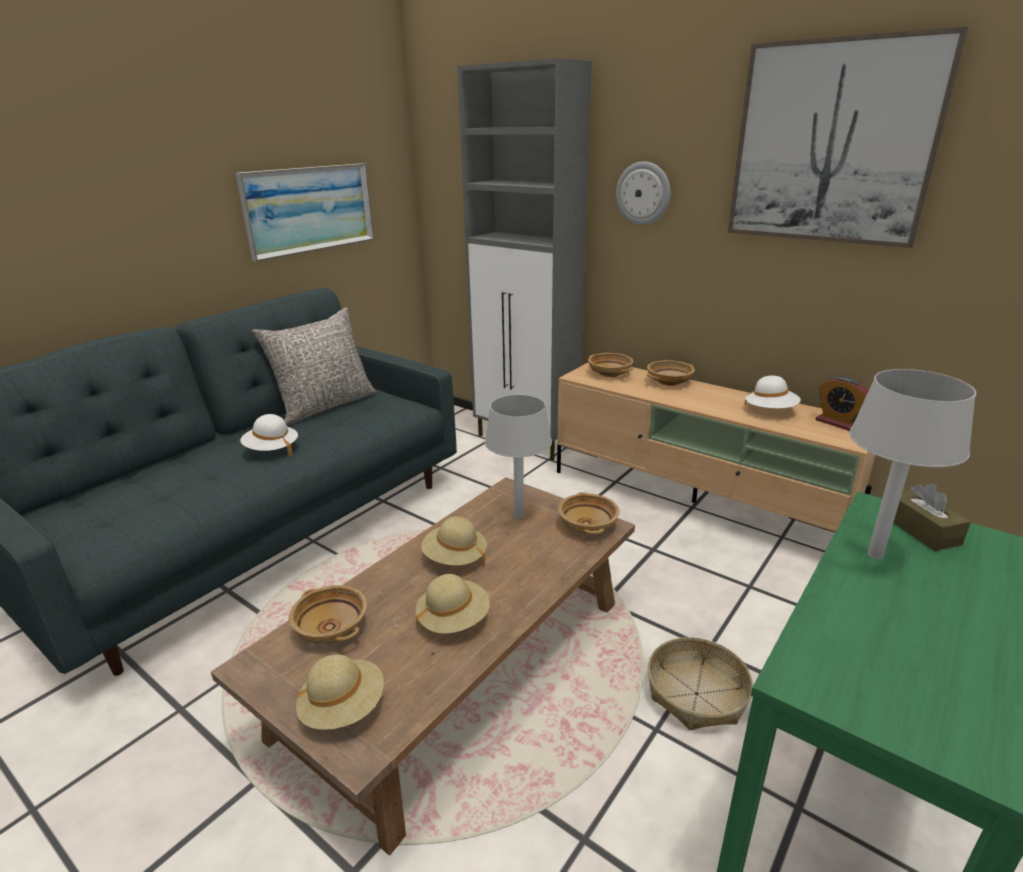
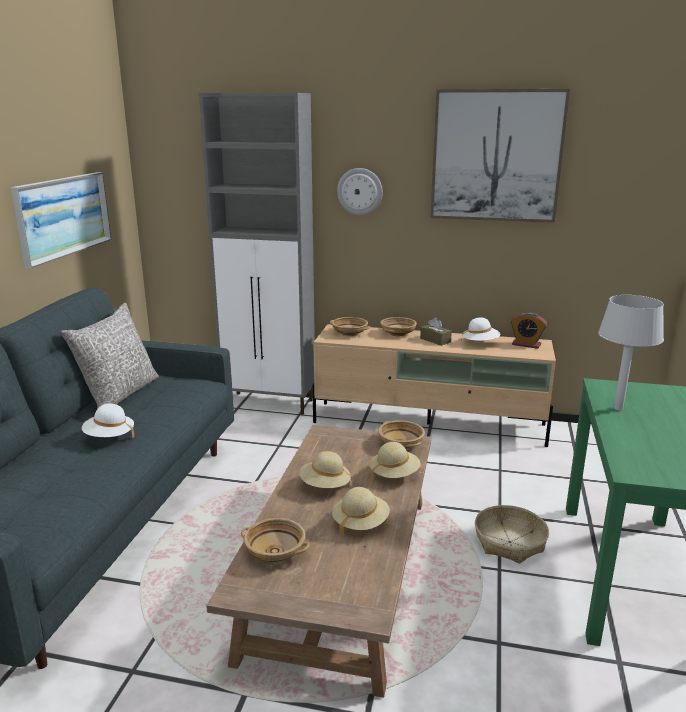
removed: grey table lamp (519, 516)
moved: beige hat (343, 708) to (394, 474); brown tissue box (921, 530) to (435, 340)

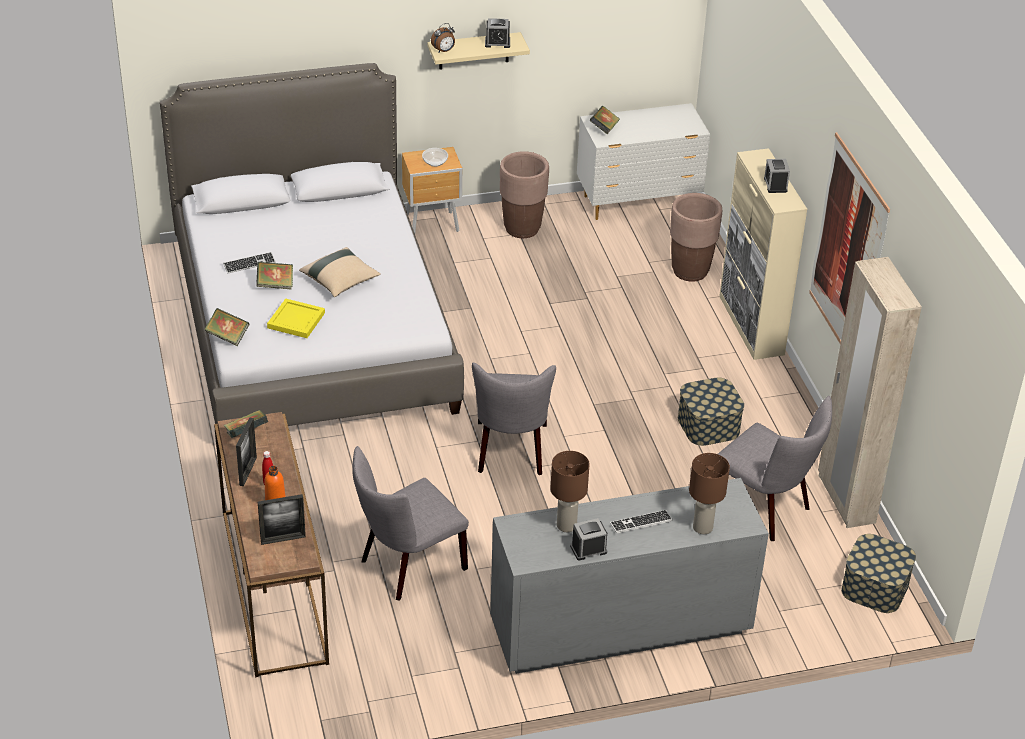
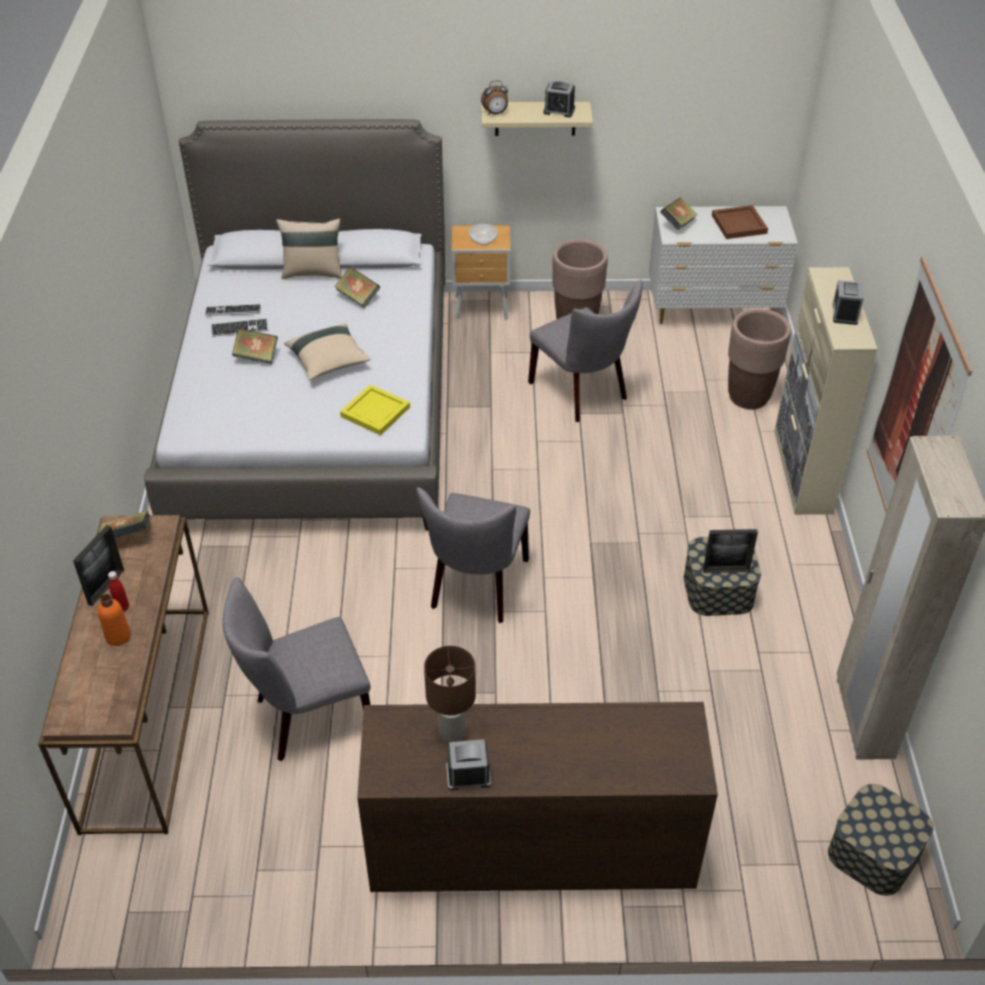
removed: brown table lamp (702, 527)
added: beige pillow (313, 272); brown tray (740, 224)
moved: keyboard (641, 522) to (233, 311); book (227, 336) to (358, 297); yellow tray (296, 321) to (375, 413); grey chair (765, 509) to (583, 393); picture frame (283, 539) to (726, 570)
recoloured: grey dresser (619, 628) to brown dresser (529, 851)

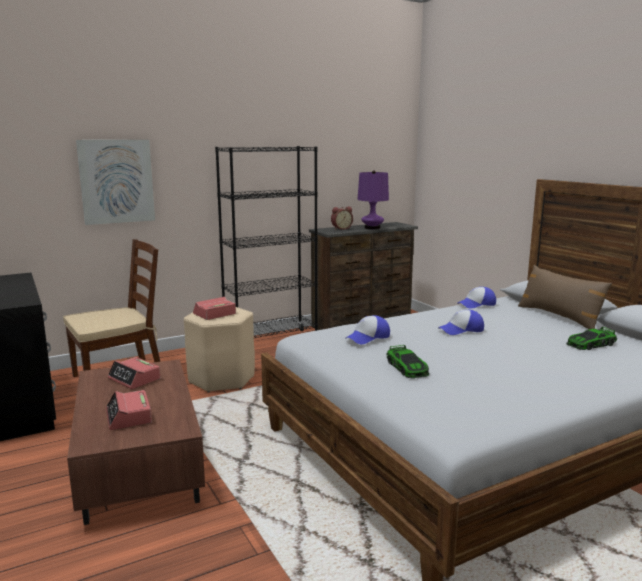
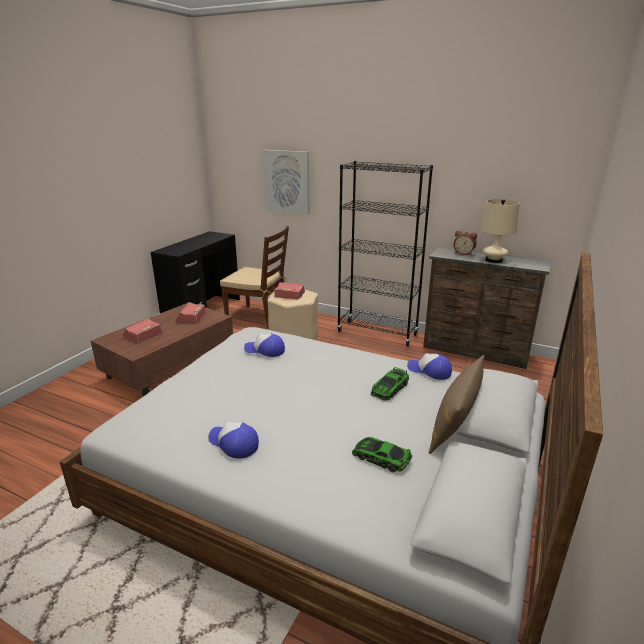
moved: cap (461, 330) to (233, 443); toy car (407, 368) to (389, 388)
recoloured: purple table lamp (372, 228) to beige table lamp (493, 260)

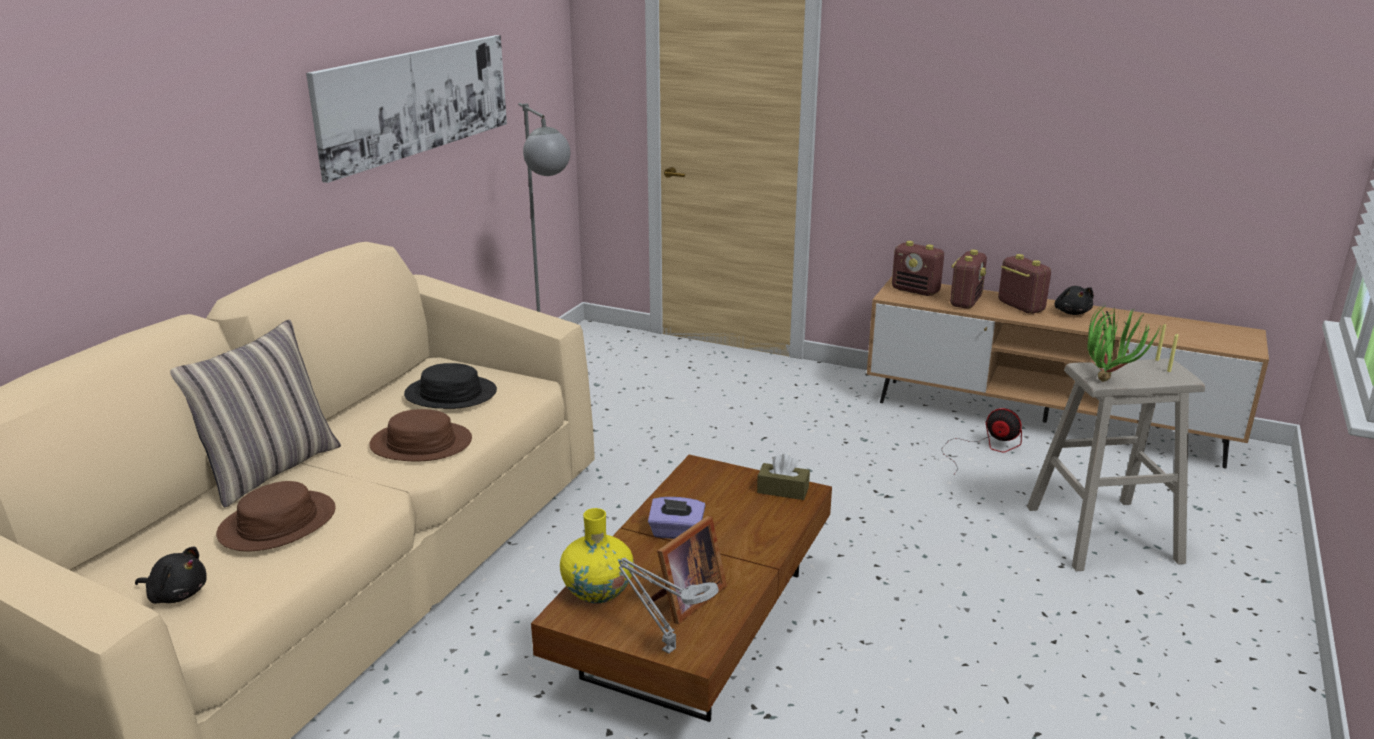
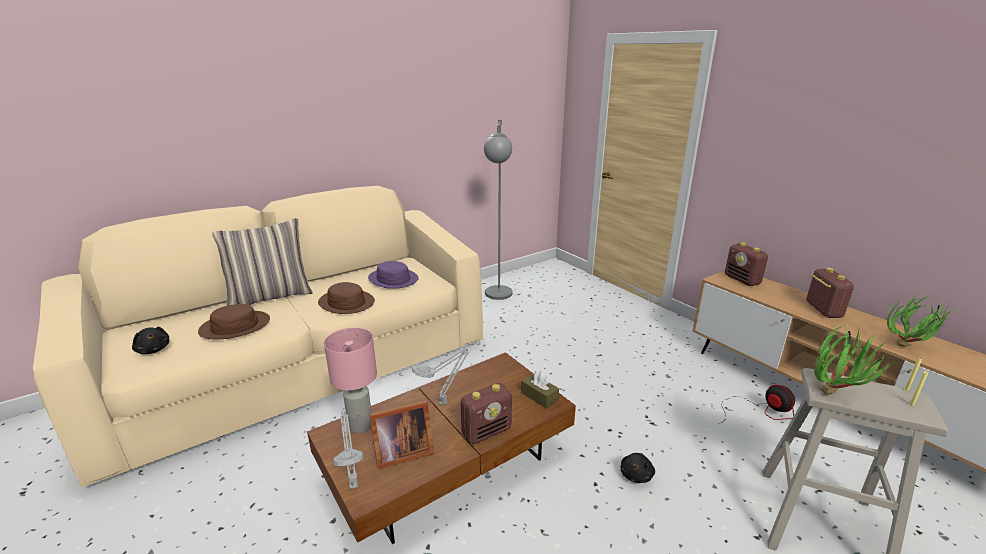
removed: picture (416, 101)
added: potted plant (910, 348)
moved: radio (965, 301) to (487, 431); black plush toy (1071, 312) to (636, 475)
replaced: yellow vase (598, 591) to pink table lamp (361, 425); purple tissue box (676, 533) to grey table lamp (444, 402)
recoloured: black hat (450, 394) to purple hat (393, 279)

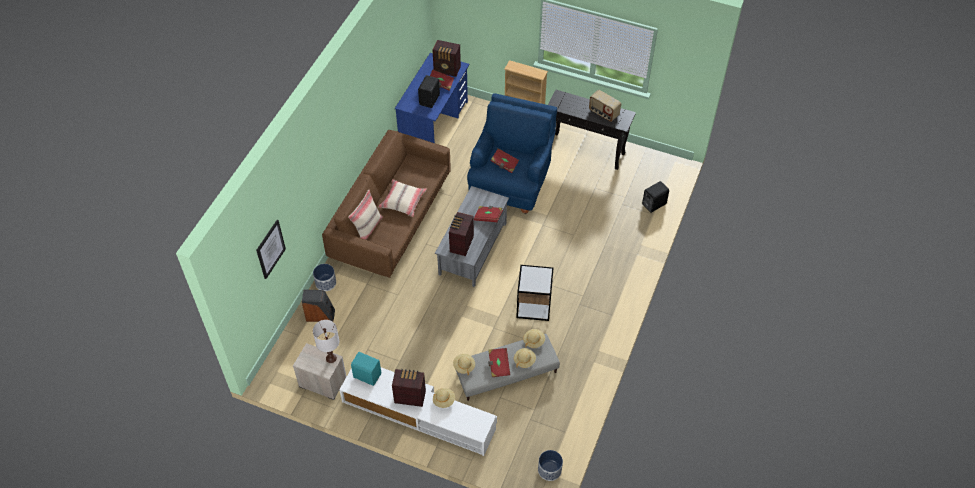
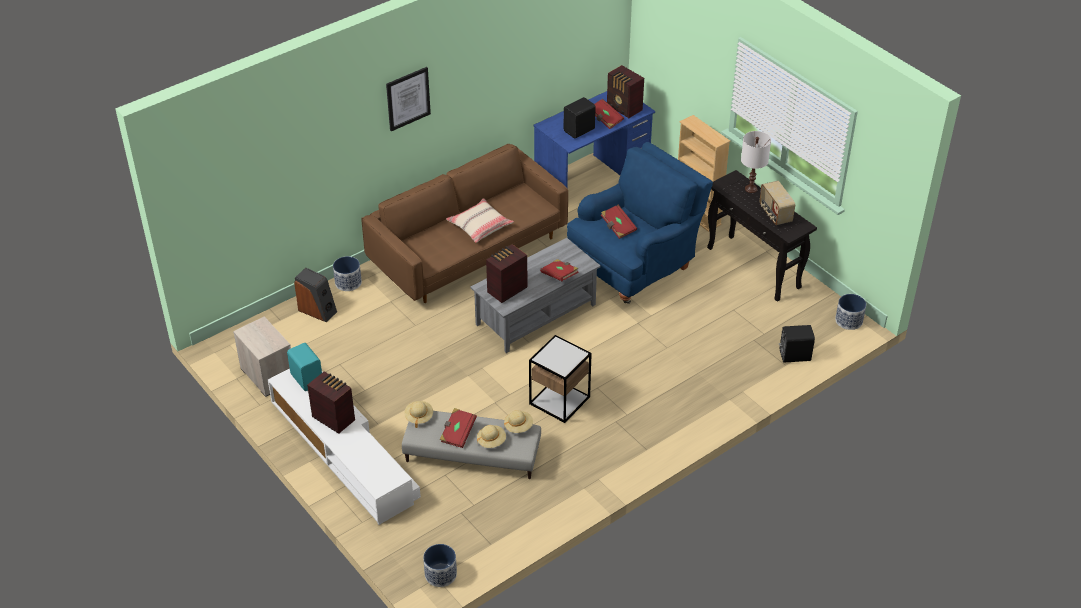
removed: beige pillow (367, 228); beige hat (444, 400)
added: planter (849, 321)
moved: picture (270, 249) to (408, 98); white table lamp (331, 358) to (750, 189)

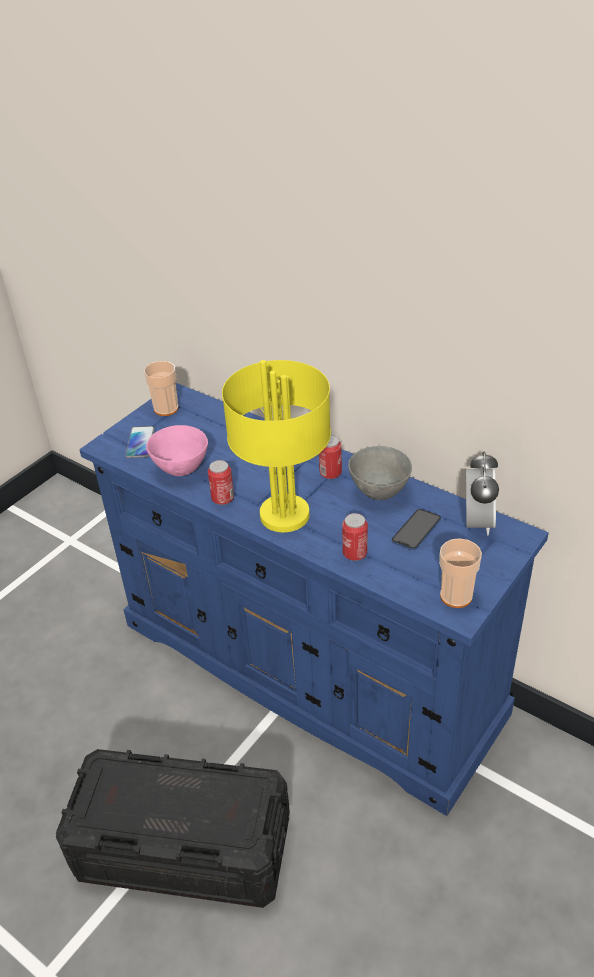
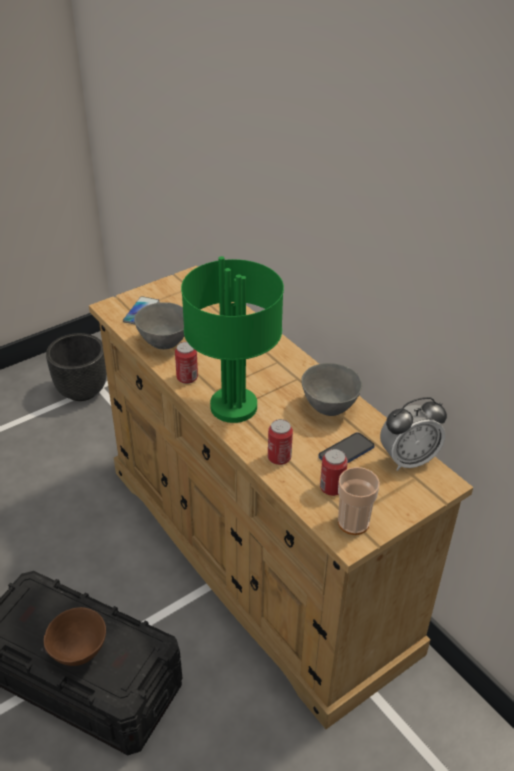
removed: cup (166, 409)
added: brown bowl (79, 653); black planter (82, 390)
moved: can (330, 473) to (332, 488)
recoloured: blue dresser (310, 668) to beige dresser (257, 556); pink bowl (182, 469) to grey bowl (165, 343); yellow table lamp (285, 514) to green table lamp (234, 405)
turned: alarm clock (477, 522) = (408, 459) 45 degrees clockwise

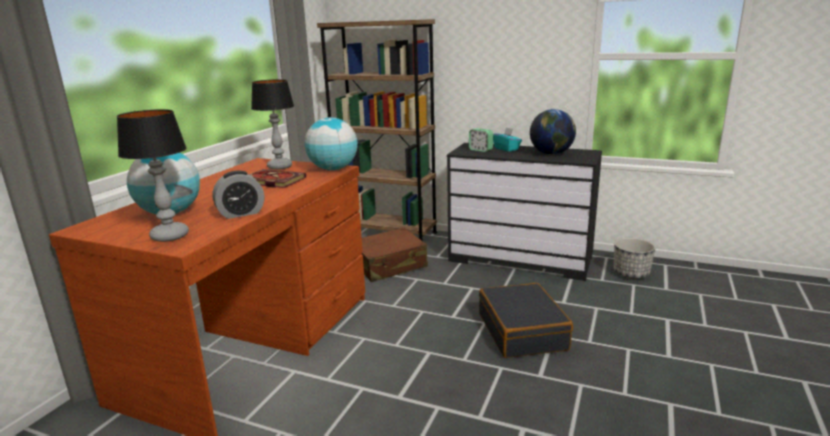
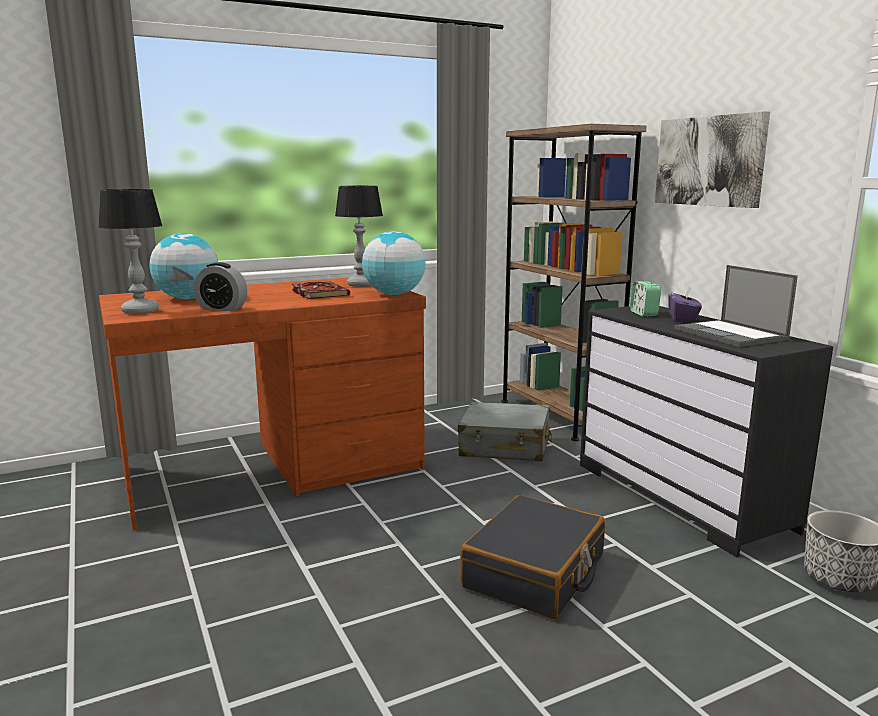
added: picture (709, 161)
replaced: globe (551, 153) to laptop (731, 334)
recoloured: brown suitcase (389, 265) to grey suitcase (505, 447); turquoise tissue box (506, 149) to purple tissue box (683, 318)

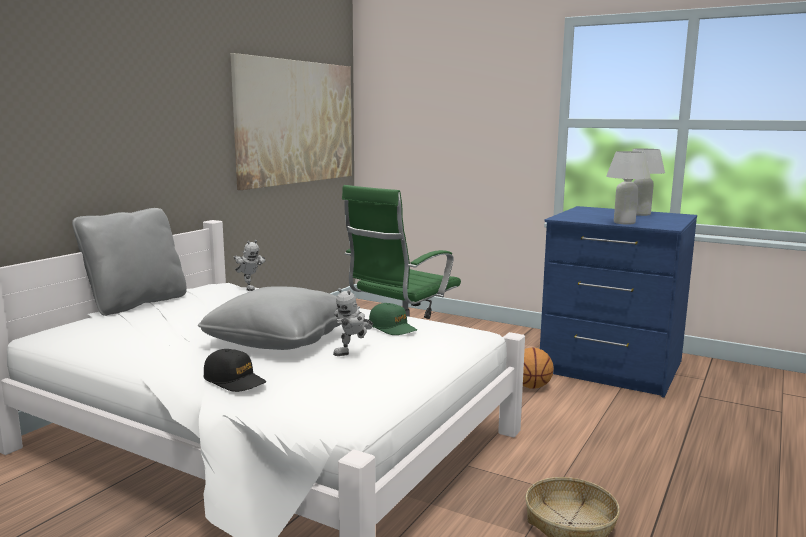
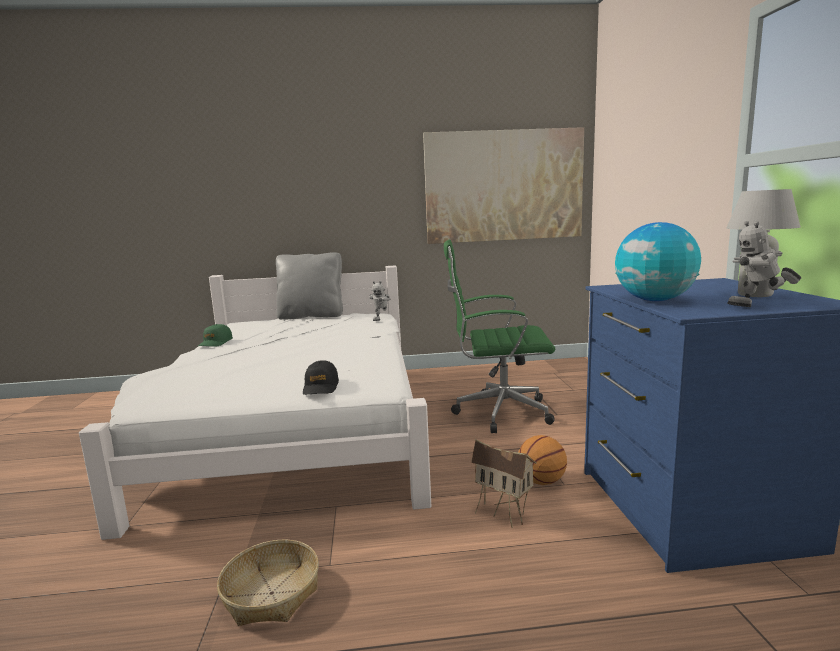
removed: grey pillow (280, 340)
added: toy house (503, 514)
moved: green cap (392, 328) to (215, 343); black cap (234, 380) to (321, 387); toy robot (353, 353) to (759, 307)
replaced: white table lamp (624, 223) to globe (654, 300)

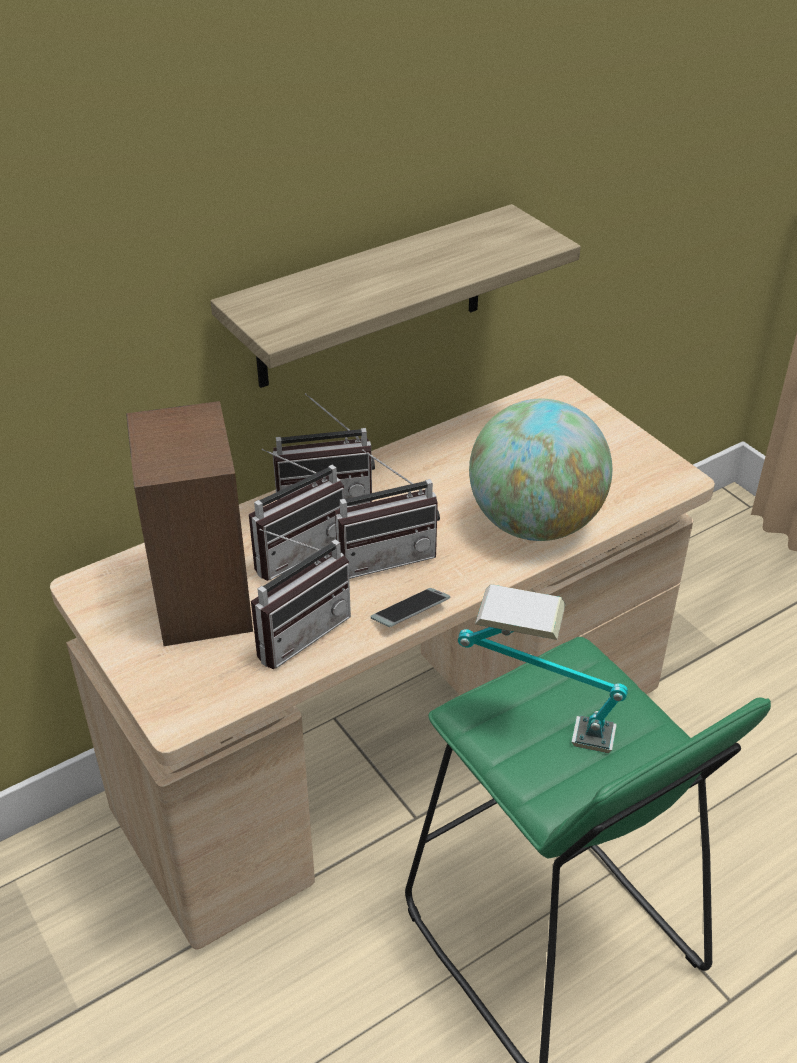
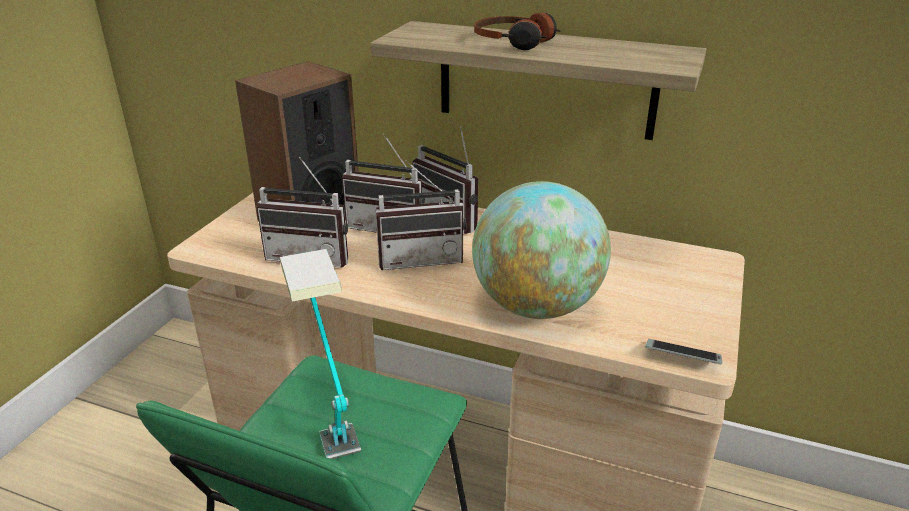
added: headphones (515, 42)
moved: phone (410, 613) to (682, 358)
turned: radio (384, 555) = (421, 258) 45 degrees counterclockwise

